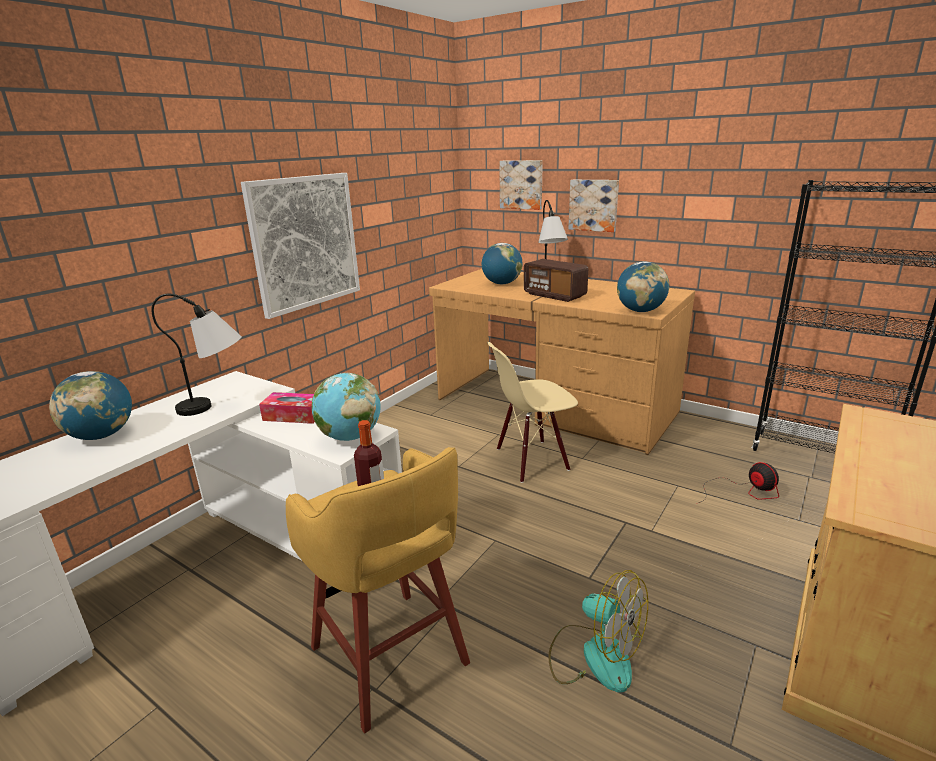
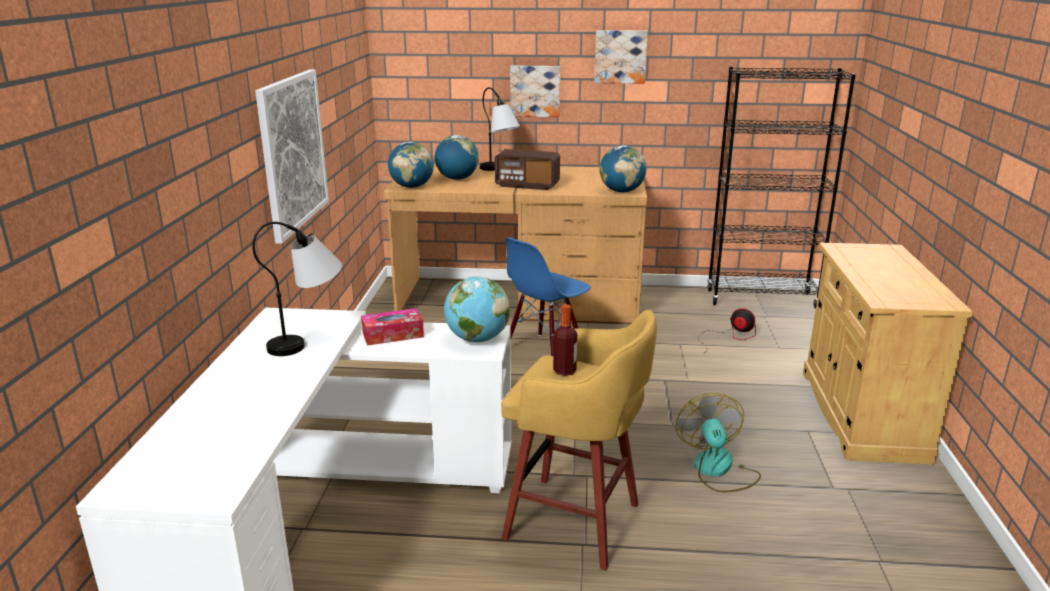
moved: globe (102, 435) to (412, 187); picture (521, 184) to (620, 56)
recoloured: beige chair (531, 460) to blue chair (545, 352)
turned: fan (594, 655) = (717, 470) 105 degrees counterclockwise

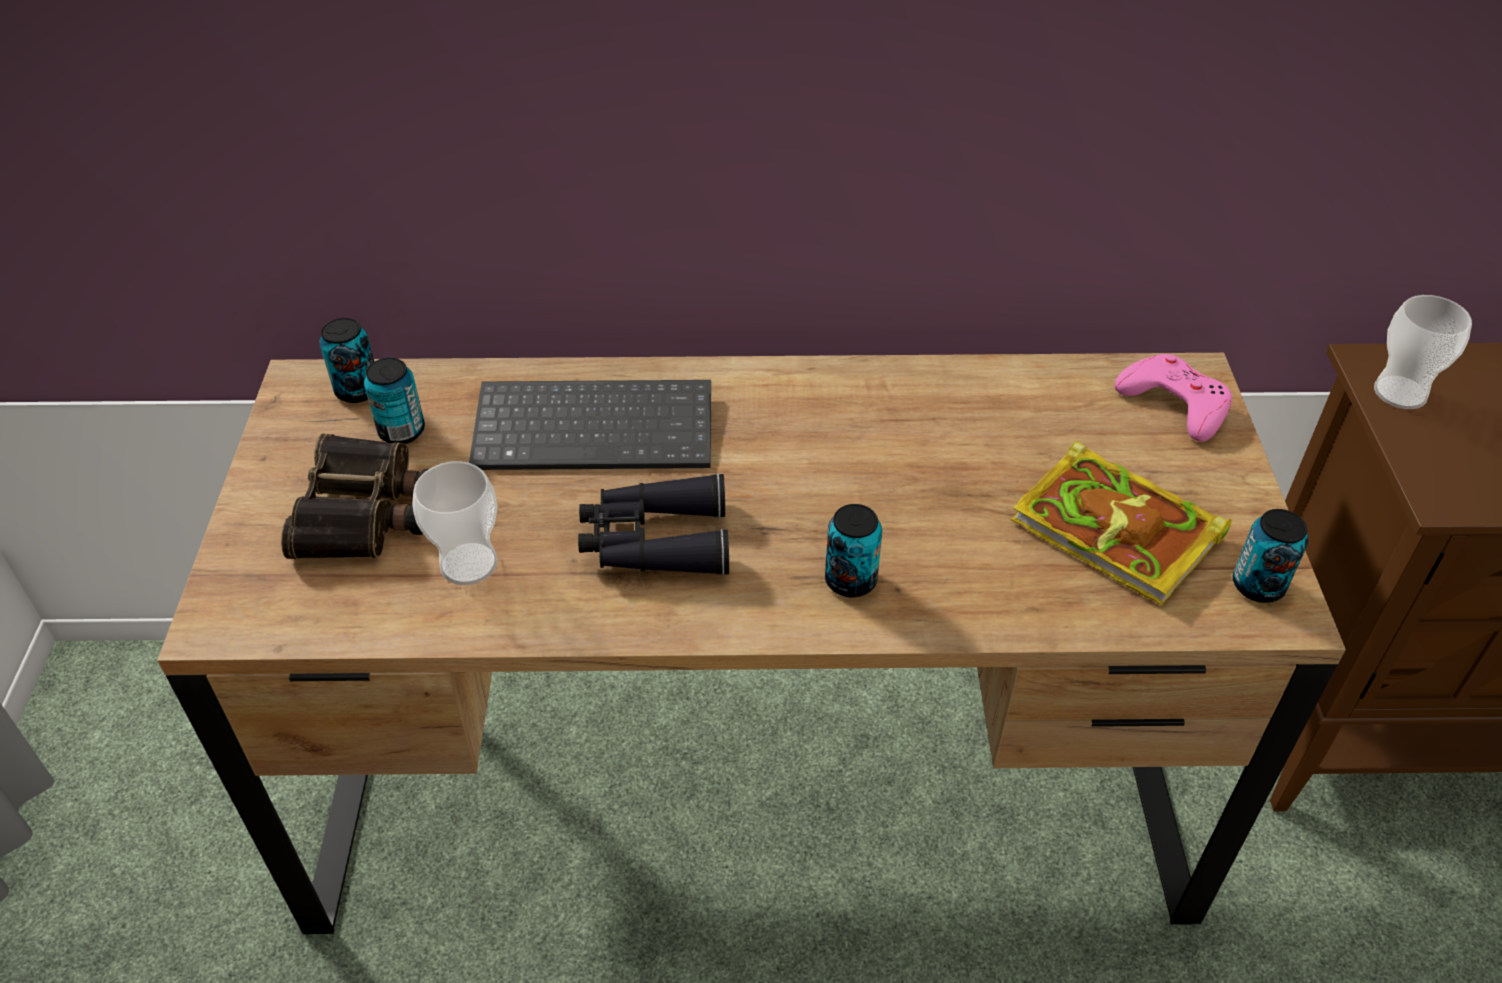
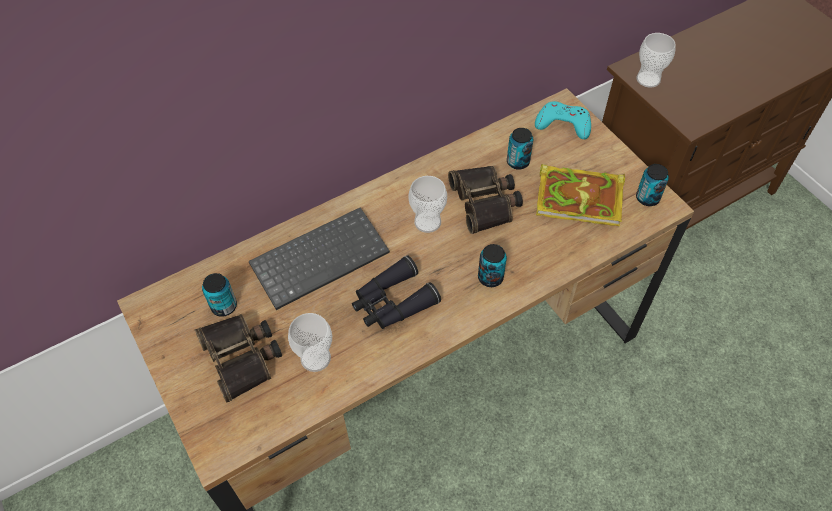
added: cup (427, 222); binoculars (486, 202)
moved: can (357, 390) to (518, 162)
recoloured: pink game controller (1174, 403) to turquoise game controller (563, 124)

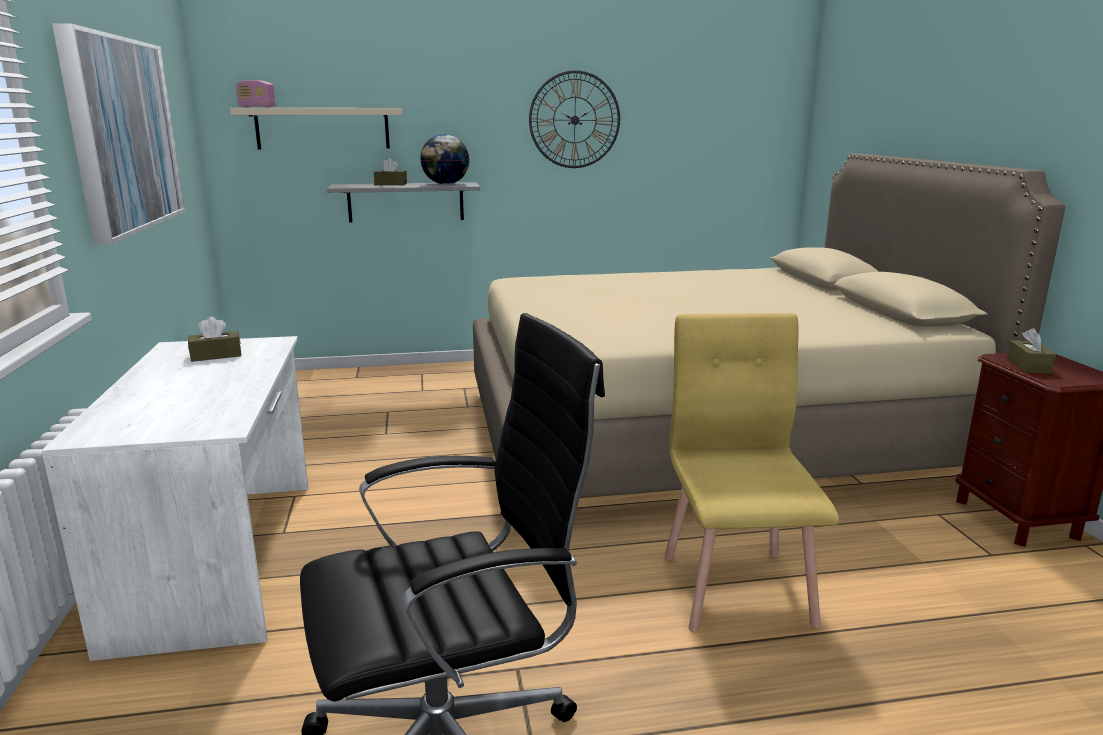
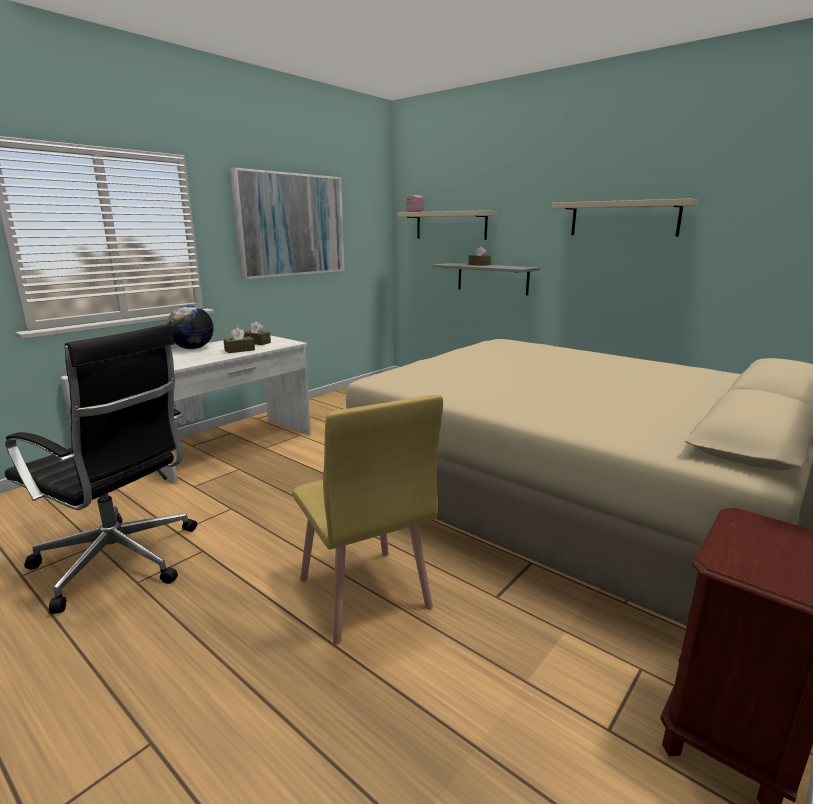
moved: globe (445, 184) to (193, 348); brown tissue box (1028, 366) to (239, 350)
replaced: wall clock (574, 120) to beige shelf (624, 218)
turned: yellow chair (737, 588) = (363, 594) 105 degrees clockwise

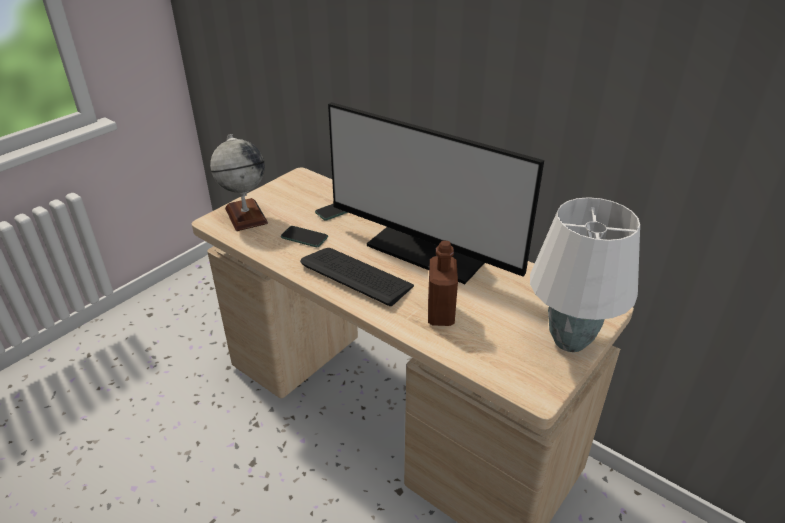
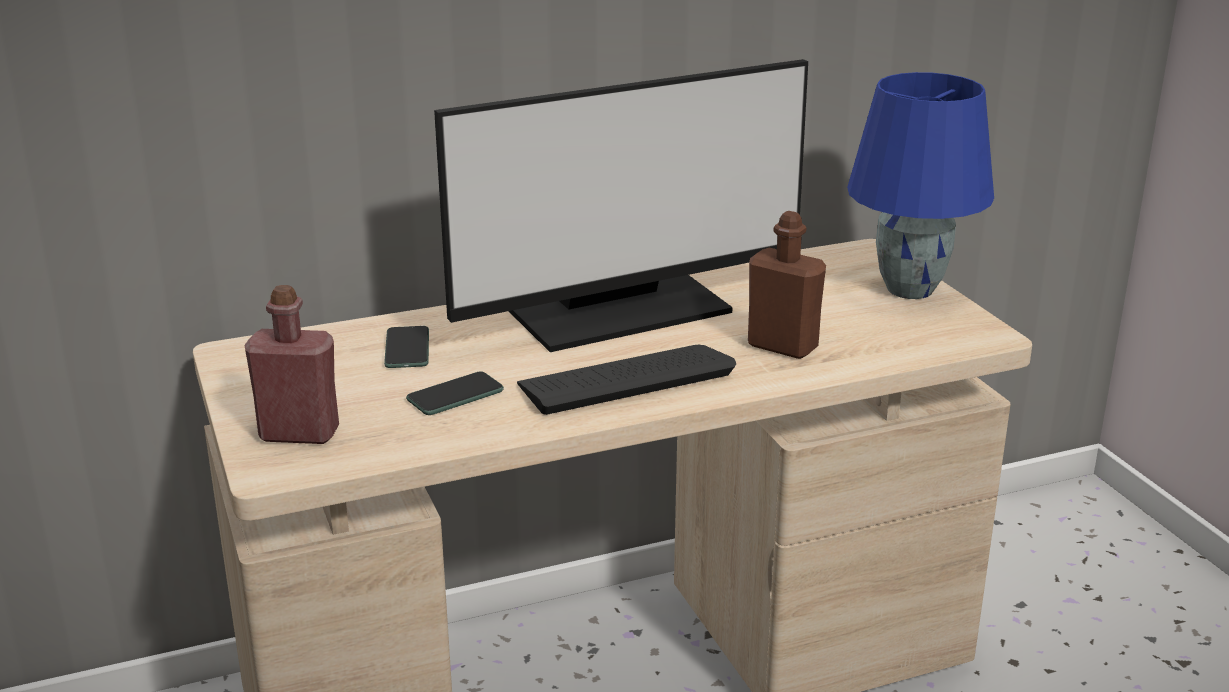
replaced: globe (246, 215) to red bottle (299, 433)
recoloured: white table lamp (568, 341) to blue table lamp (908, 290)

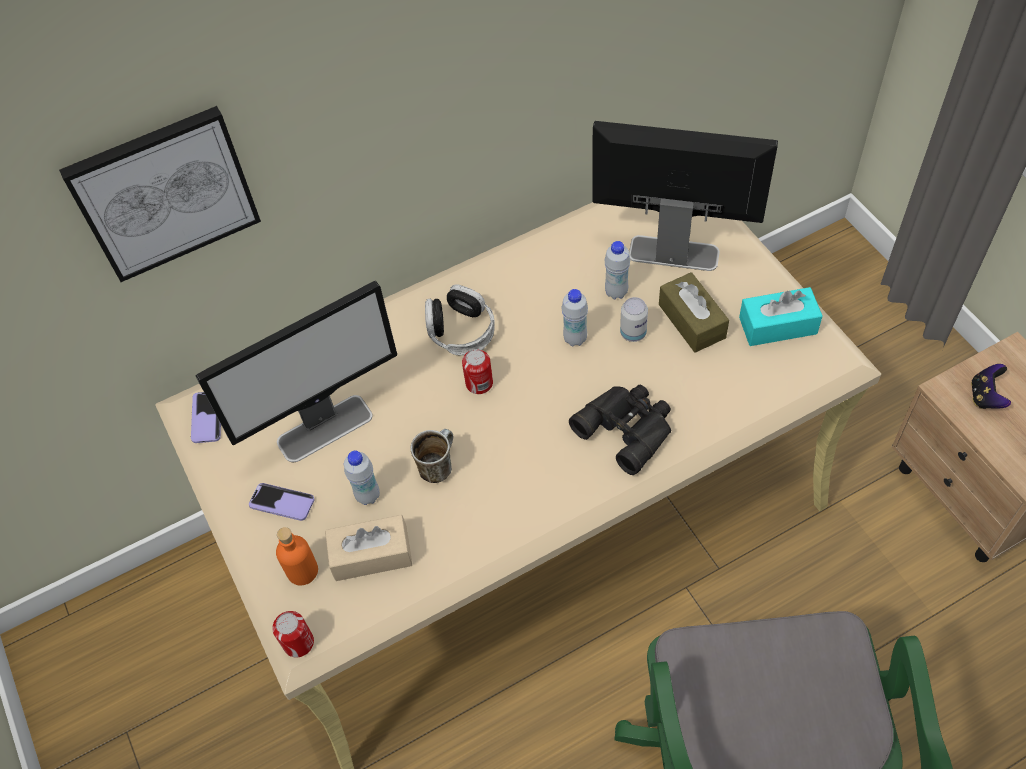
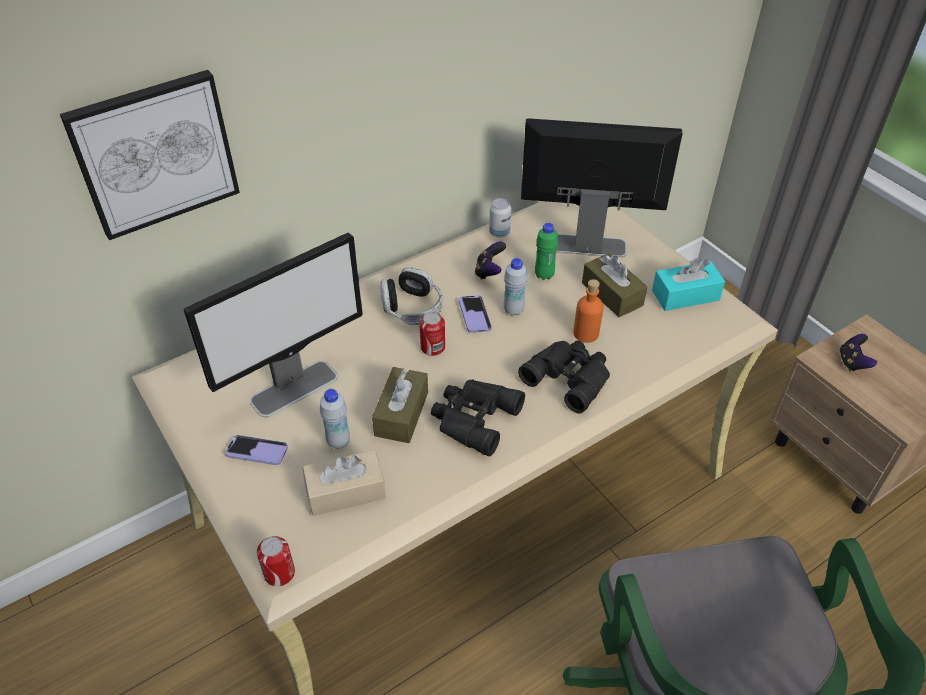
added: black binoculars (473, 418); game controller (489, 272)
moved: phone (207, 418) to (474, 315); can (633, 333) to (499, 232); orange bottle (302, 571) to (586, 333)
replaced: mug (437, 465) to brown tissue box (401, 414)
recoloured: white bottle (616, 292) to green bottle (544, 275)

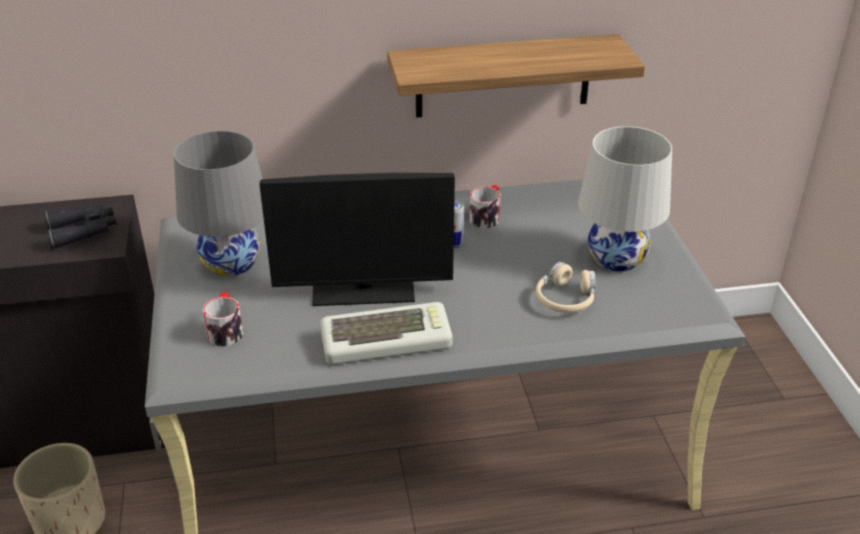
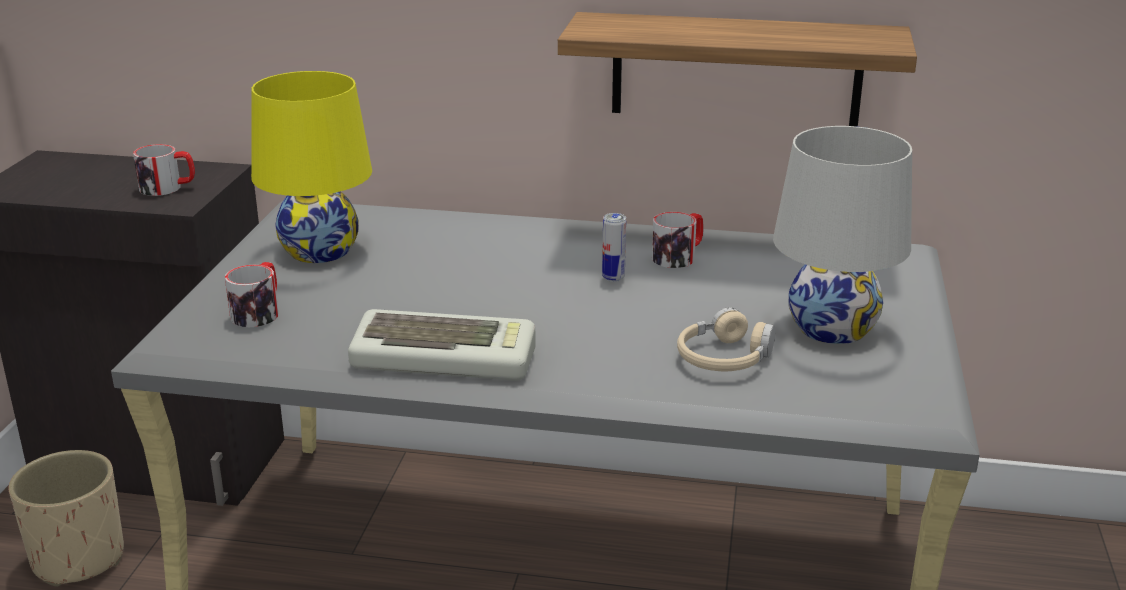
removed: monitor (363, 289)
replaced: black binoculars (83, 231) to mug (168, 188)
recoloured: grey table lamp (231, 262) to yellow table lamp (320, 250)

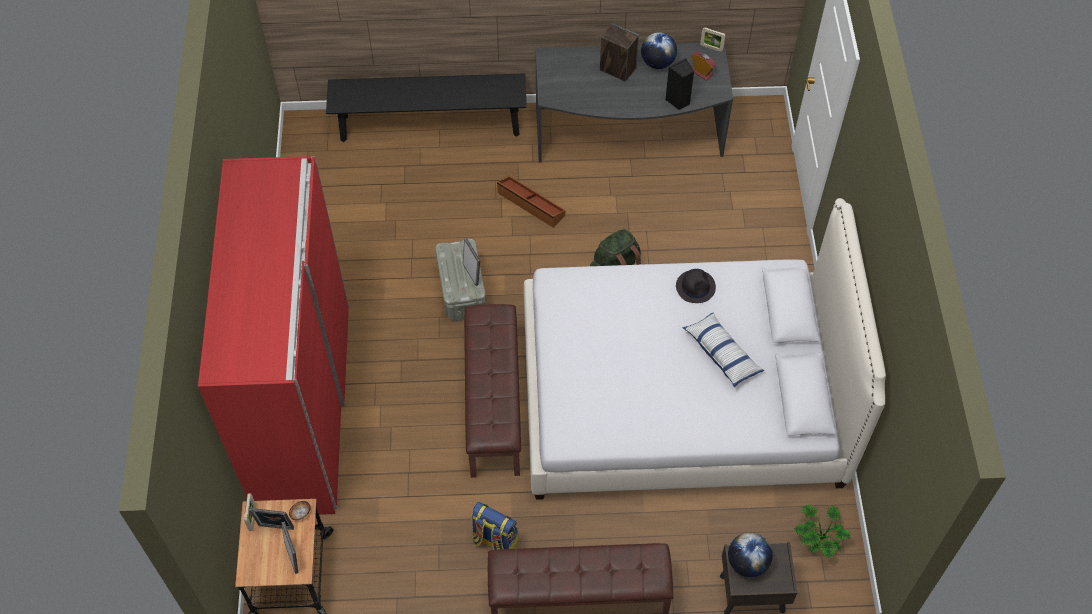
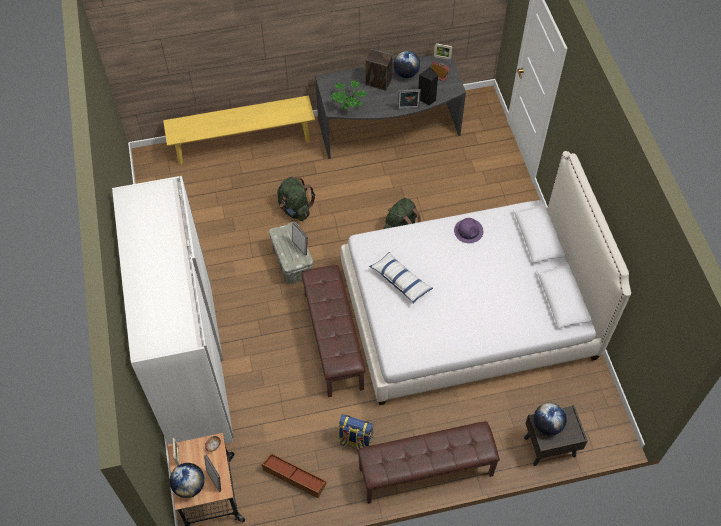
added: globe (189, 486); green backpack (295, 209)
moved: brown storage box (530, 204) to (294, 477); potted plant (817, 540) to (348, 105); pillow (722, 354) to (400, 281); picture frame (275, 528) to (408, 109)
recoloured: red wardrobe (303, 407) to white wardrobe (192, 366); black bench (430, 125) to yellow bench (243, 143); black hat (695, 286) to purple hat (468, 231)

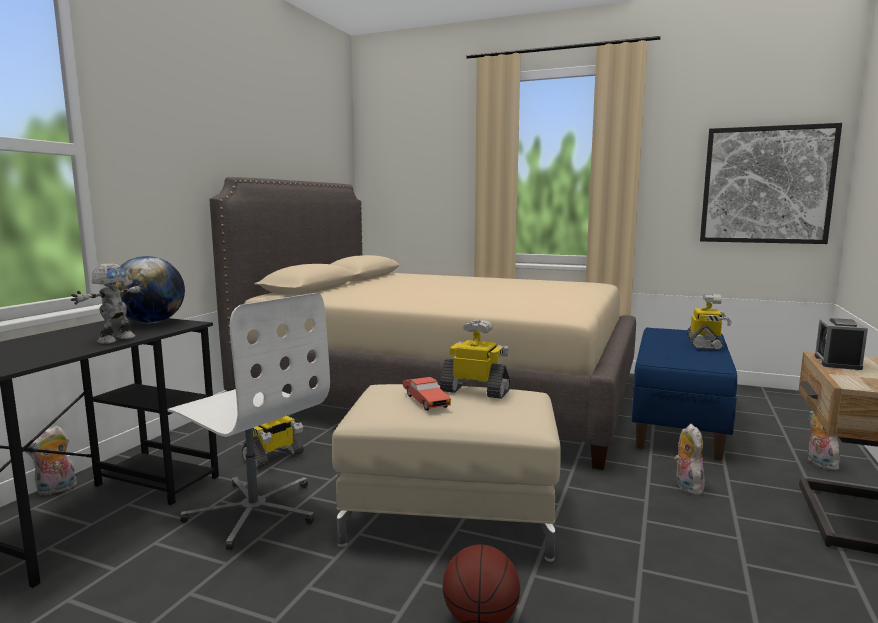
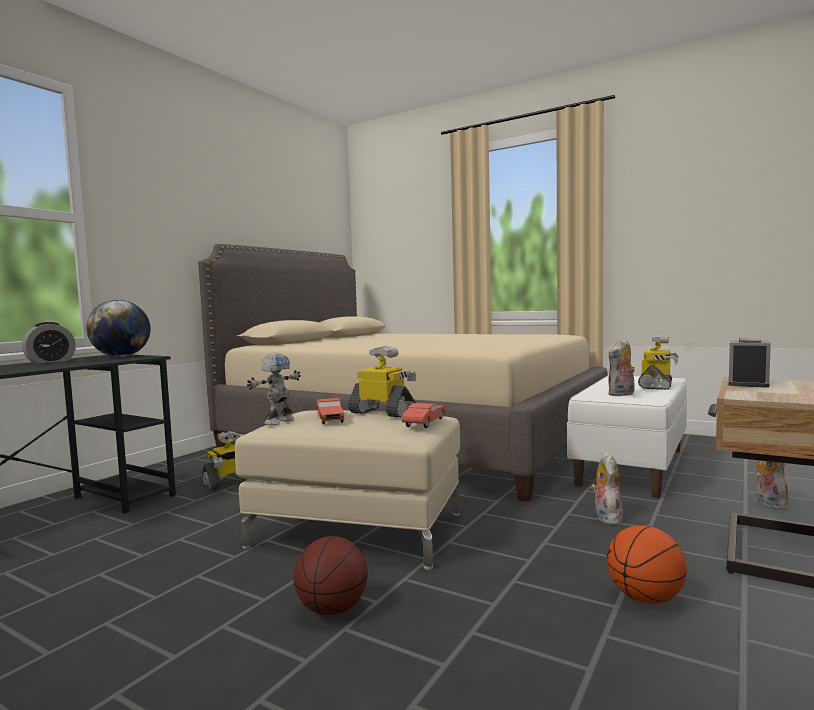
removed: white office chair (254, 511); picture (766, 185)
added: alarm clock (50, 361); red toy car (425, 423); basketball (645, 598)
moved: toy robot (115, 339) to (278, 421); plush toy (56, 490) to (622, 394)
recoloured: blue bench (676, 422) to white bench (631, 466)

